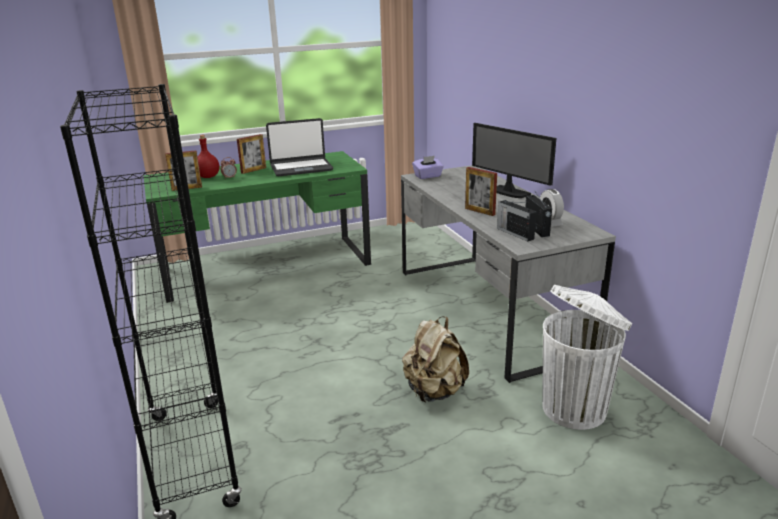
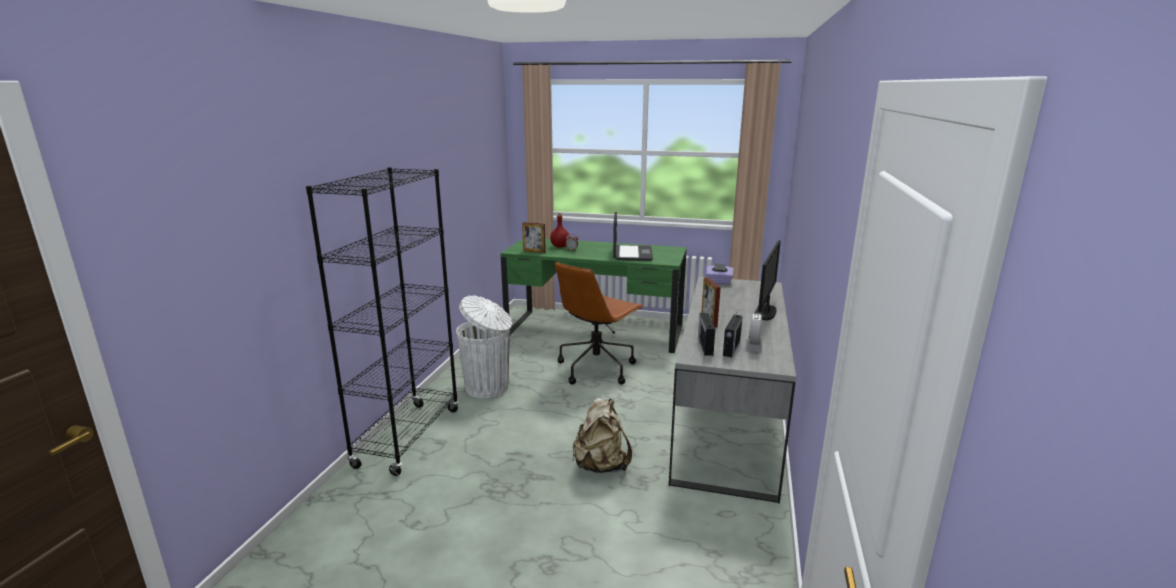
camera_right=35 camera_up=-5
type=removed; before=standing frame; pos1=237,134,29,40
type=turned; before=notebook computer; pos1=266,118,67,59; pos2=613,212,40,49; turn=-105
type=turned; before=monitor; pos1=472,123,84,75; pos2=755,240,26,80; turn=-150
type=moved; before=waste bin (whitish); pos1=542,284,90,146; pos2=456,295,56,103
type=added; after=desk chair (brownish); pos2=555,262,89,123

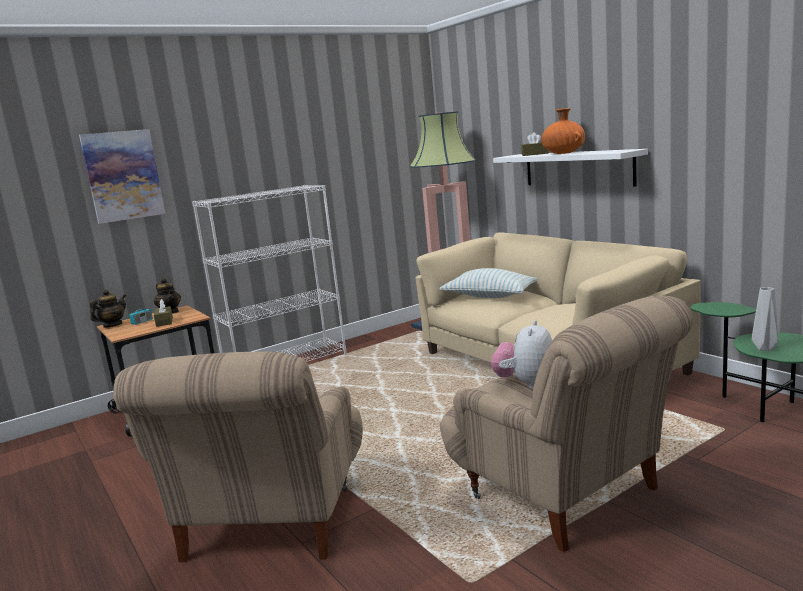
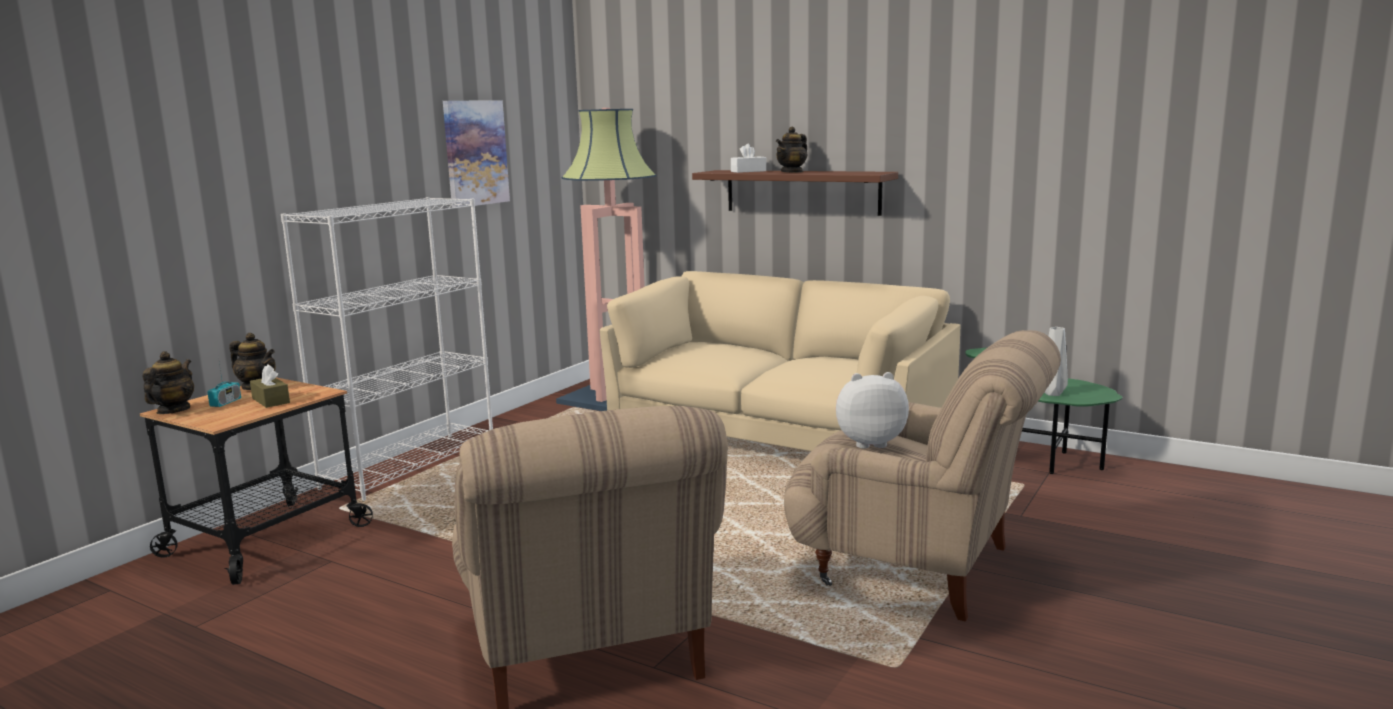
camera_right=-25 camera_up=0
type=moved; before=wall picture; pos1=79,129,86,95; pos2=443,101,67,107
type=removed; before=cushion; pos1=439,268,99,30
type=turned; before=plush toy; pos1=491,320,61,69; pos2=836,372,73,76; turn=90
type=recoloured; before=bracket shelf (whitish); after=bracket shelf (brownish); pos1=493,149,155,38; pos2=692,170,206,46
type=recoloured; before=box of tissues (brownish); after=box of tissues (whitish); pos1=521,132,28,24; pos2=731,144,35,29
type=replaced; before=flower vase (orangey); after=pot for tea; pos1=541,108,44,46; pos2=776,127,32,46

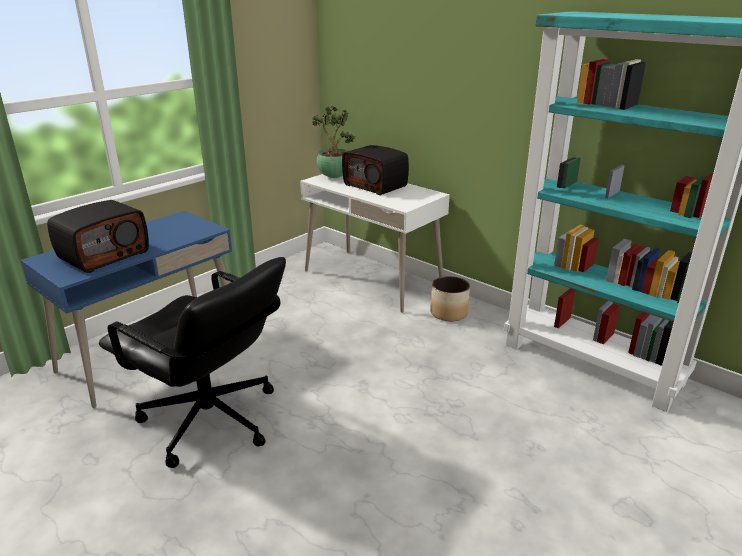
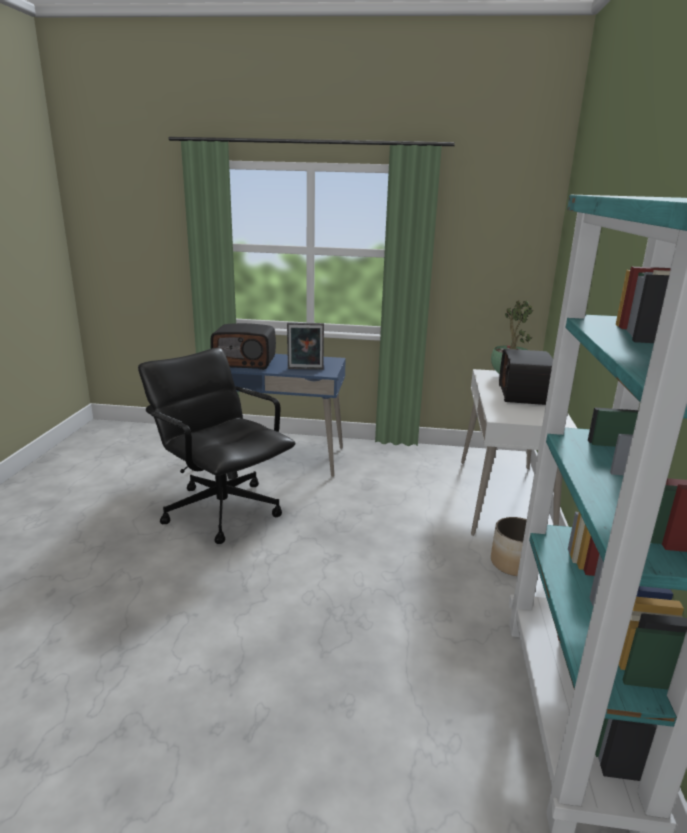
camera_right=55 camera_up=-5
type=turned; before=desk chair (blackish); pos1=99,257,187,211; pos2=138,348,158,196; turn=135
type=added; after=standing frame; pos2=287,322,37,48

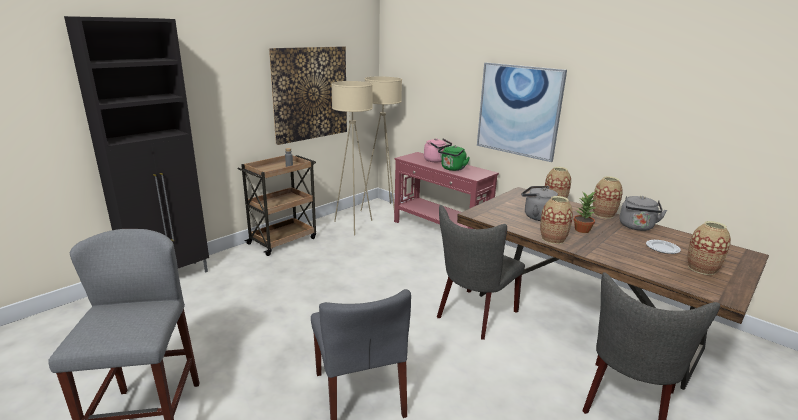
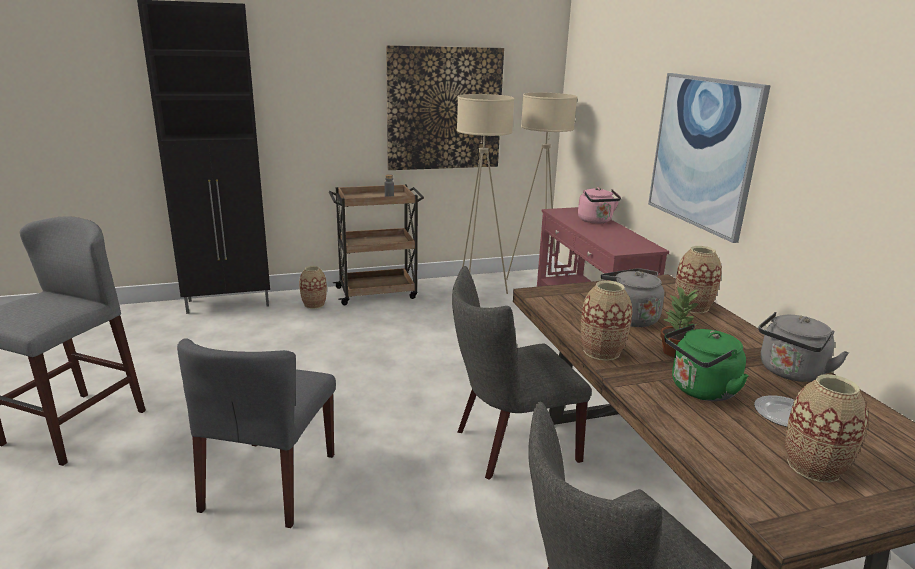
camera_right=30 camera_up=0
type=moved; before=water kettle (green); pos1=438,145,32,26; pos2=664,324,85,77
type=moved; before=flower vase; pos1=593,176,30,42; pos2=299,266,28,43

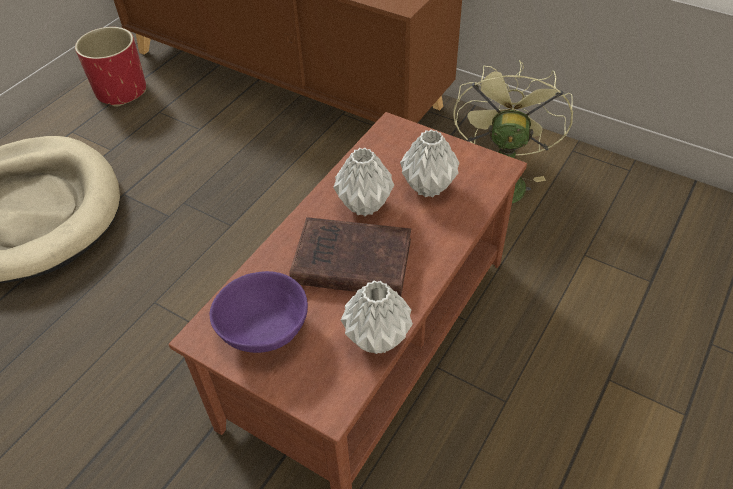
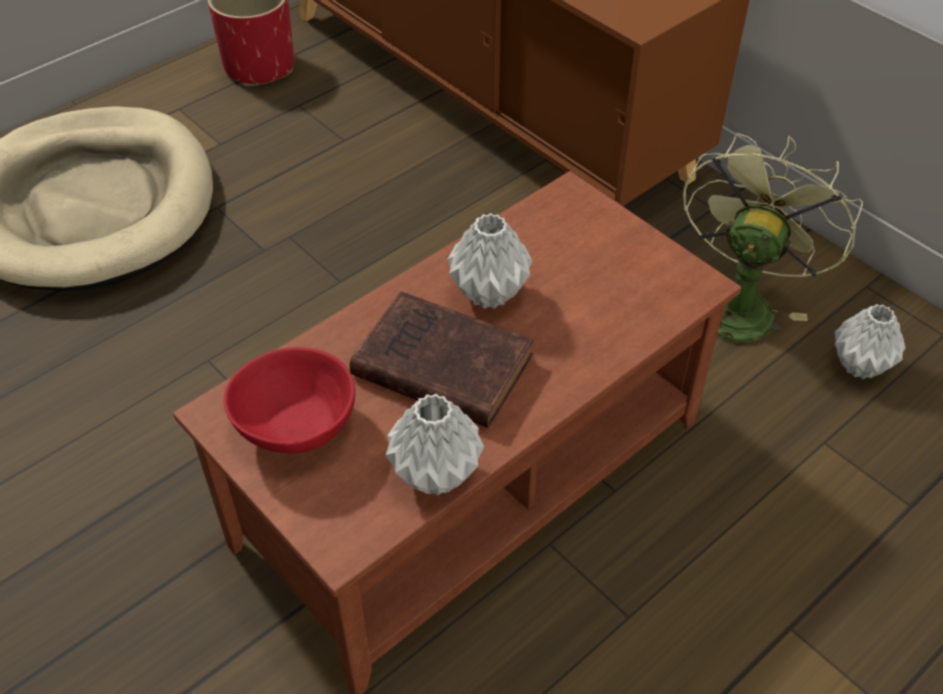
camera_right=15 camera_up=0
type=recoloured; before=deep dish (purple); after=deep dish (red-coloured); pos1=210,271,98,82; pos2=223,347,132,106
type=moved; before=flower vase (greyish); pos1=400,130,59,67; pos2=835,304,71,75

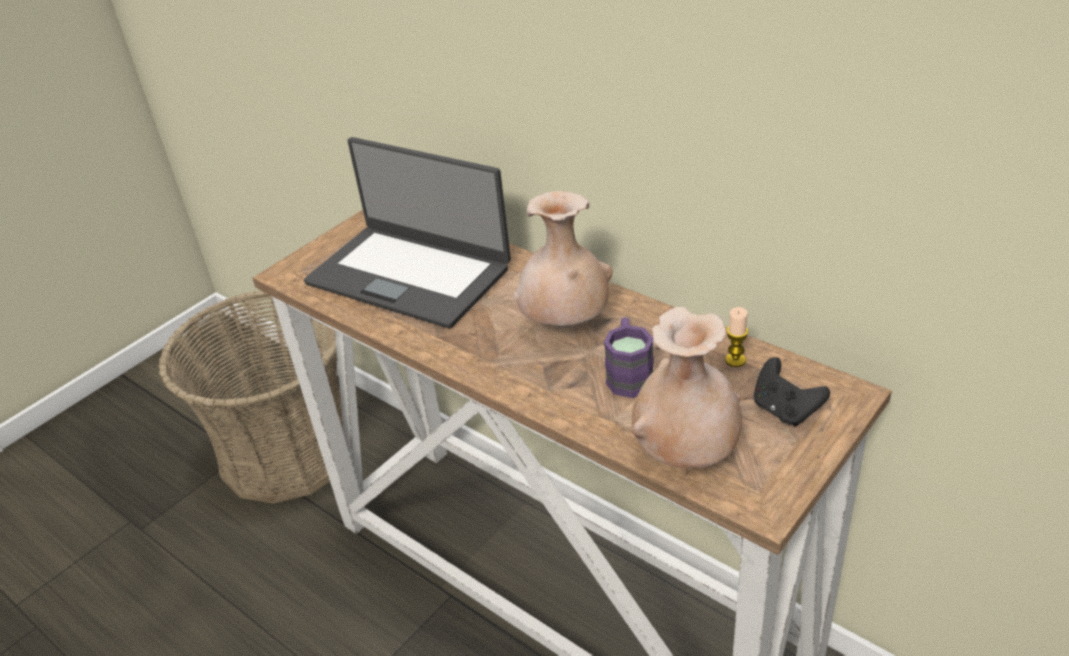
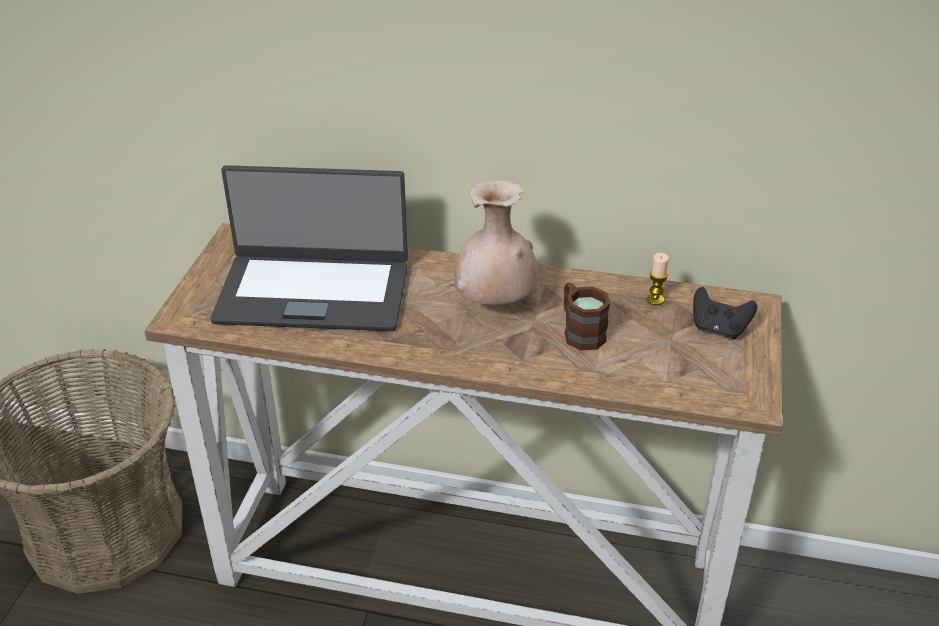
camera_right=-30 camera_up=0
type=recoloured; before=mug (purple); after=mug (brownish); pos1=604,318,50,80; pos2=564,282,46,69
type=removed; before=flower vase (sand-coloured); pos1=632,307,110,161

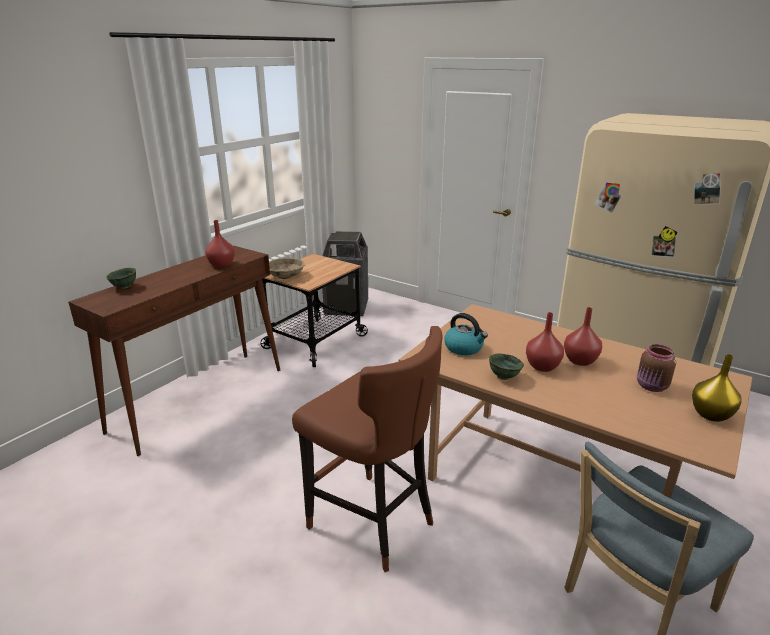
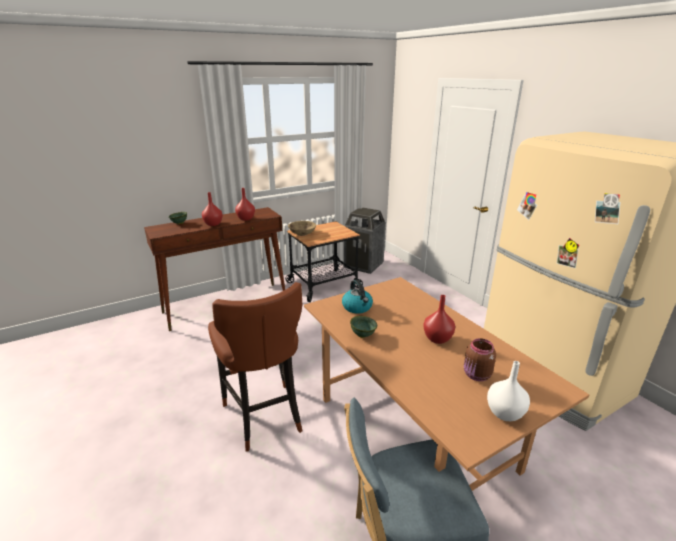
camera_right=25 camera_up=0
type=moved; before=flower vase (red-coloured); pos1=526,312,38,60; pos2=202,192,21,34
type=recoloured; before=flower vase (yellowish); after=flower vase (whitish); pos1=692,354,50,68; pos2=487,361,43,60

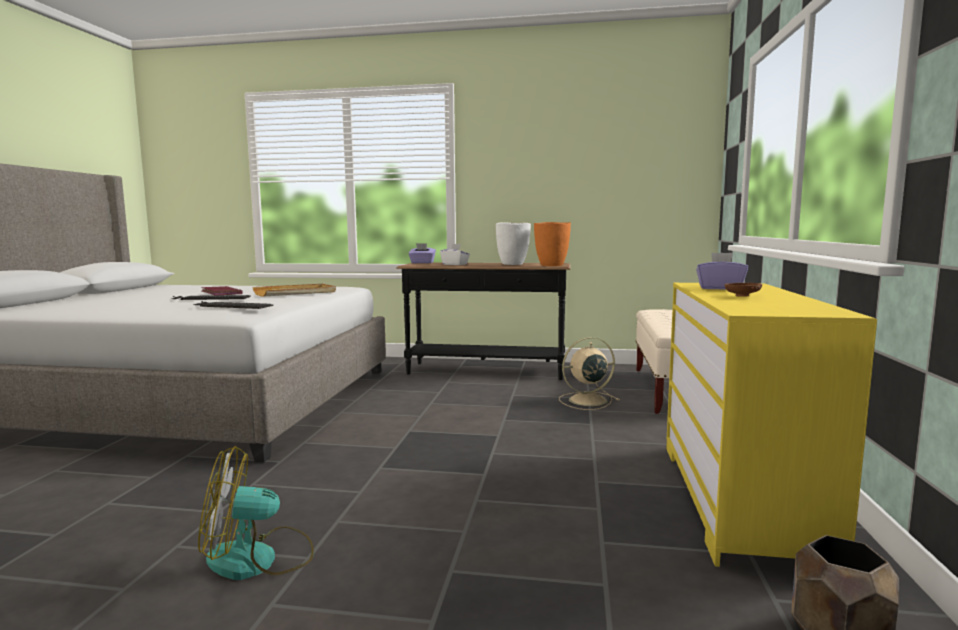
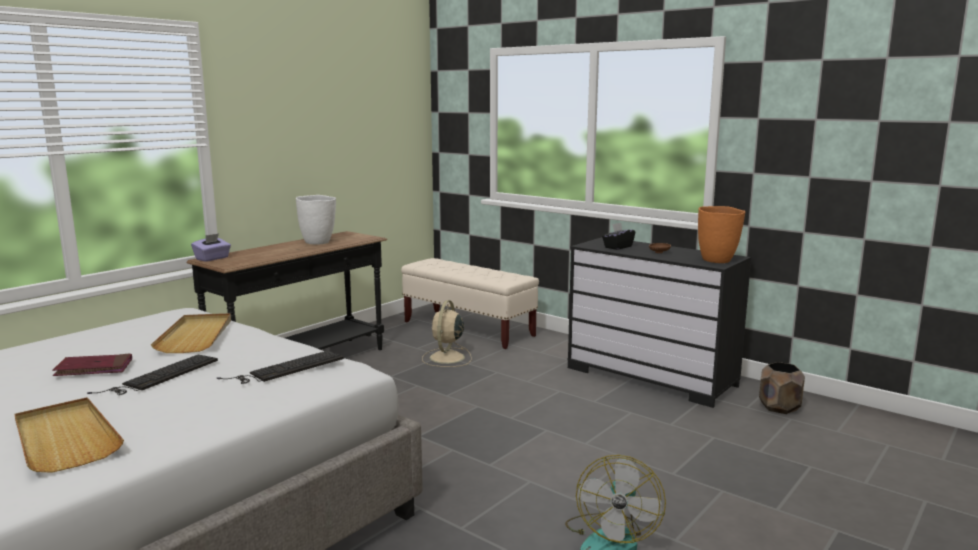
camera_right=-60 camera_up=5
type=removed; before=box of tissues (whitish); pos1=440,244,30,21
type=moved; before=flower vase (orangey); pos1=534,222,37,44; pos2=698,206,47,57
type=recoloured; before=chest of drawers (yellowish); after=chest of drawers (blackish); pos1=666,283,211,284; pos2=568,237,183,171
type=recoloured; before=box of tissues (purple); after=box of tissues (blackish); pos1=696,252,52,38; pos2=602,223,33,27
type=added; after=tray (sand-coloured); pos2=15,397,109,76

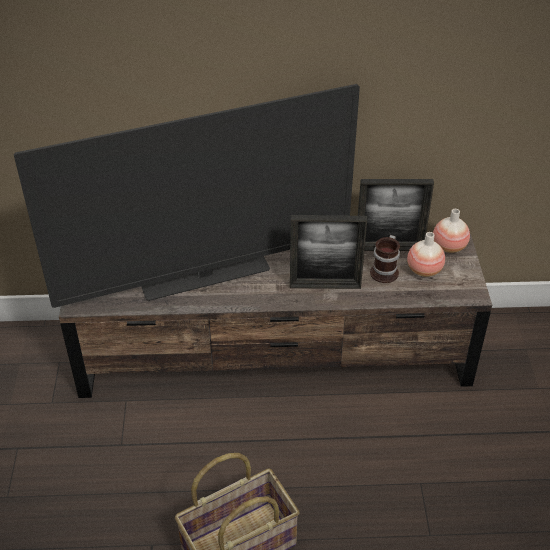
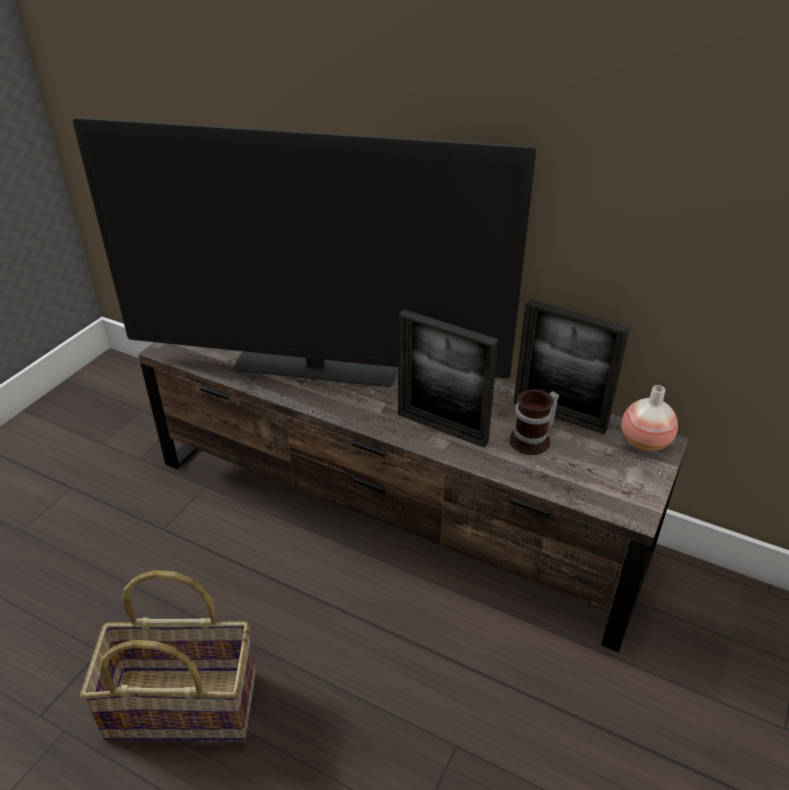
camera_right=30 camera_up=-5
type=removed; before=flower vase; pos1=407,232,38,45

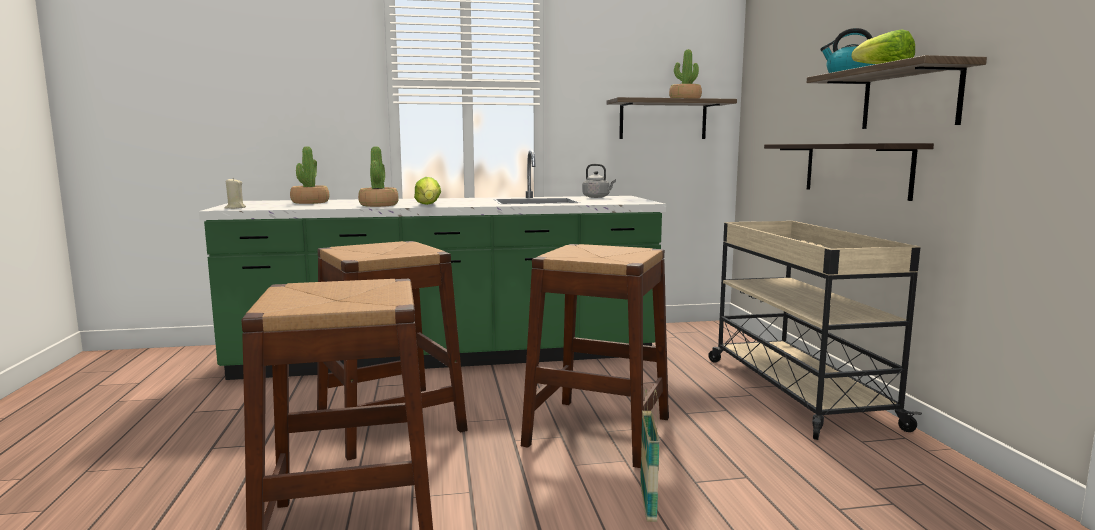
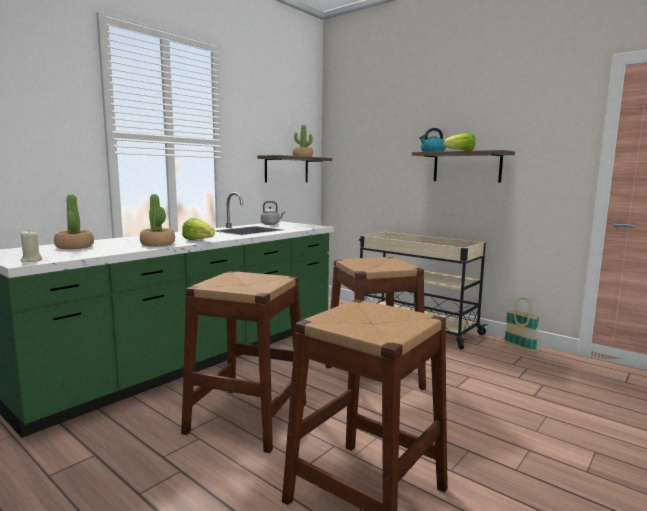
camera_right=-40 camera_up=0
type=moved; before=basket; pos1=640,389,20,133; pos2=504,298,36,54
type=removed; before=bracket shelf; pos1=764,143,170,58

